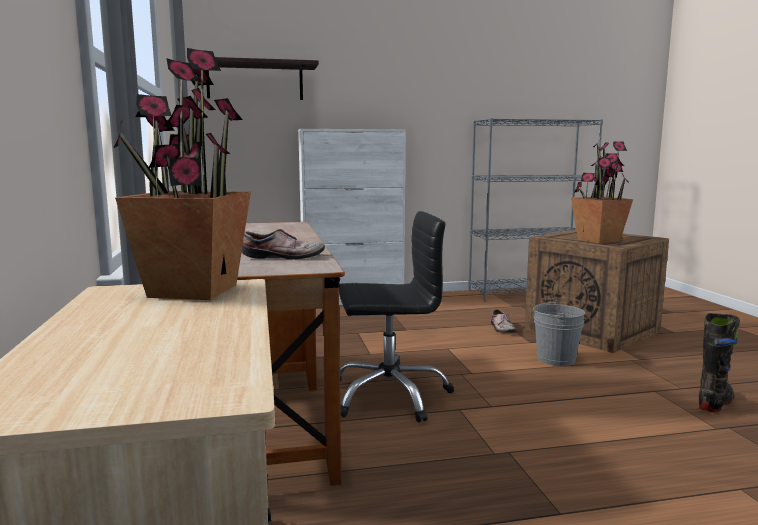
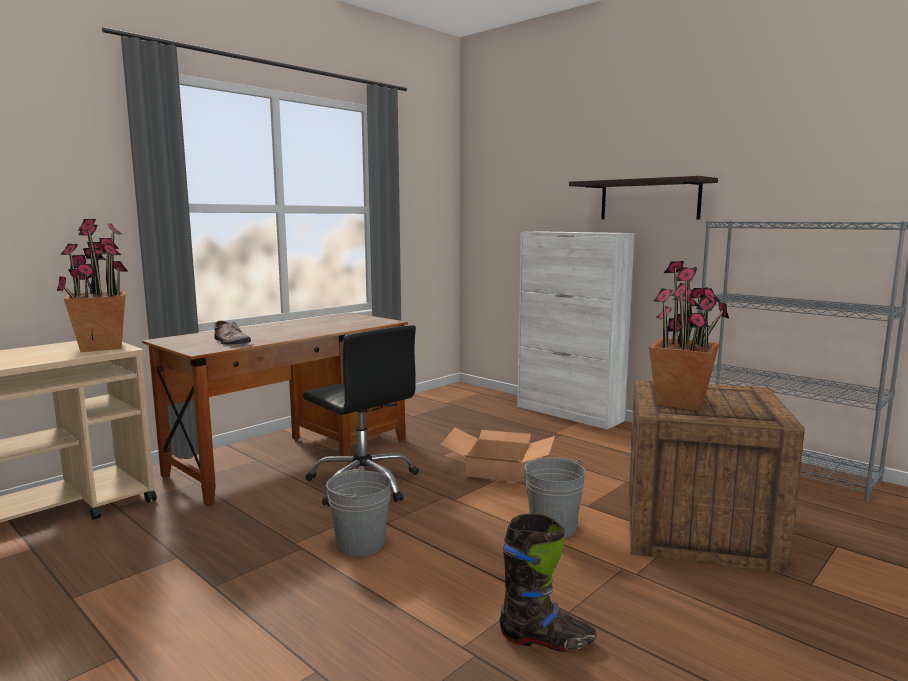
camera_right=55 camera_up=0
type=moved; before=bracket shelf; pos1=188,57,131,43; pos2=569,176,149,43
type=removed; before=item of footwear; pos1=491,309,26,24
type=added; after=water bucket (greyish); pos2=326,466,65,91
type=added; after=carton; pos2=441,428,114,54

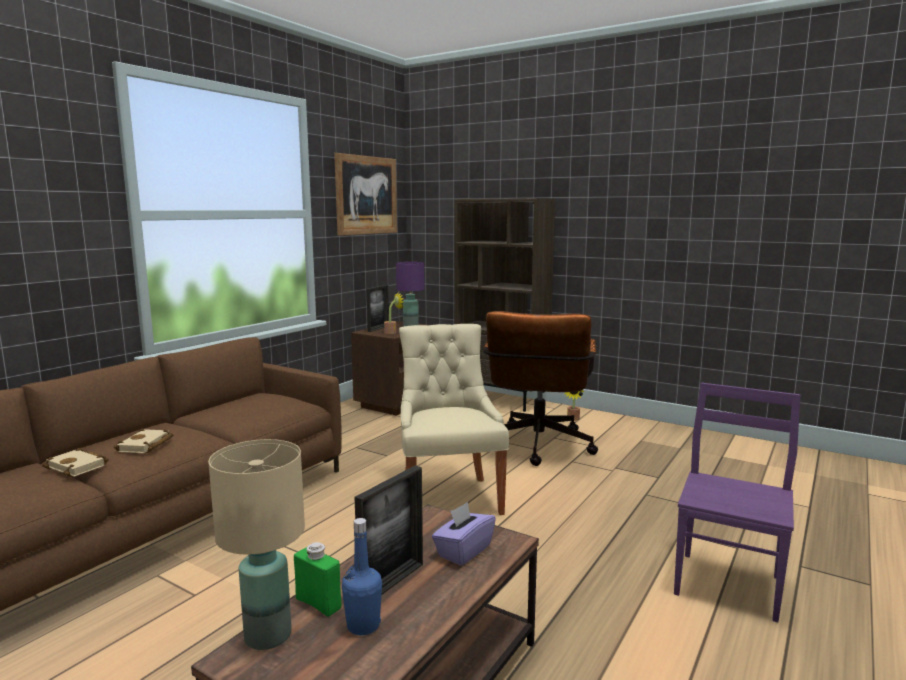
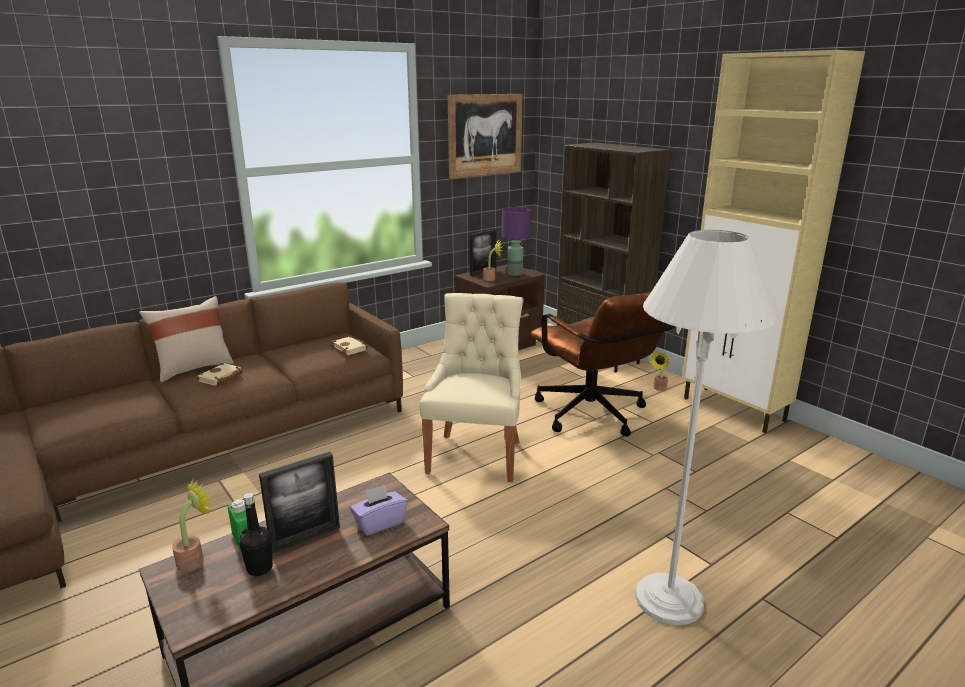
camera_right=20 camera_up=10
type=moved; before=volume (sand-coloured); pos1=42,448,67,29; pos2=330,336,39,19
type=replaced; before=lamp for a table (sand-coloured); after=potted plant; pos1=208,439,97,211; pos2=172,479,41,93
type=recoloured; before=beverage bottle (bluish); after=beverage bottle (blackish); pos1=342,518,40,117; pos2=239,493,34,83
type=turned; before=desk chair (brownish); pos1=483,311,115,155; pos2=531,291,144,146; turn=-60
type=replaced; before=plain chair (purple); after=standing lamp (whitish); pos1=674,383,127,240; pos2=635,230,143,395
type=added; after=cushion (sand-coloured); pos2=139,296,95,86
type=added; after=cupboard (sand-coloured); pos2=682,50,183,383

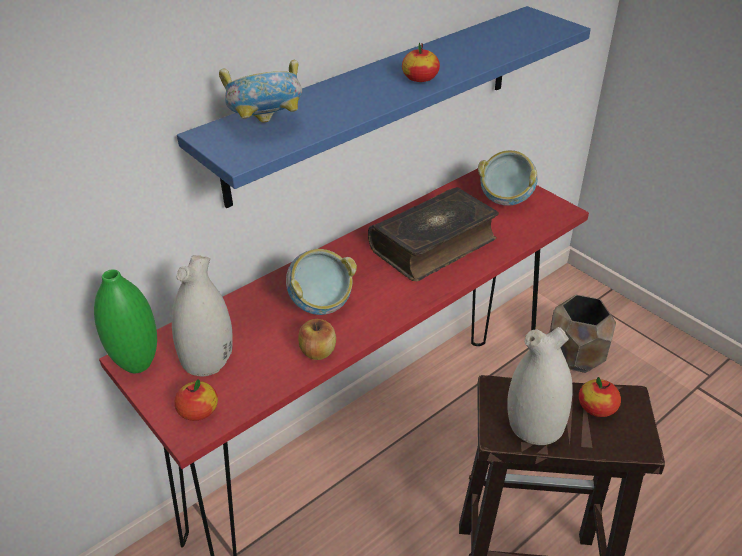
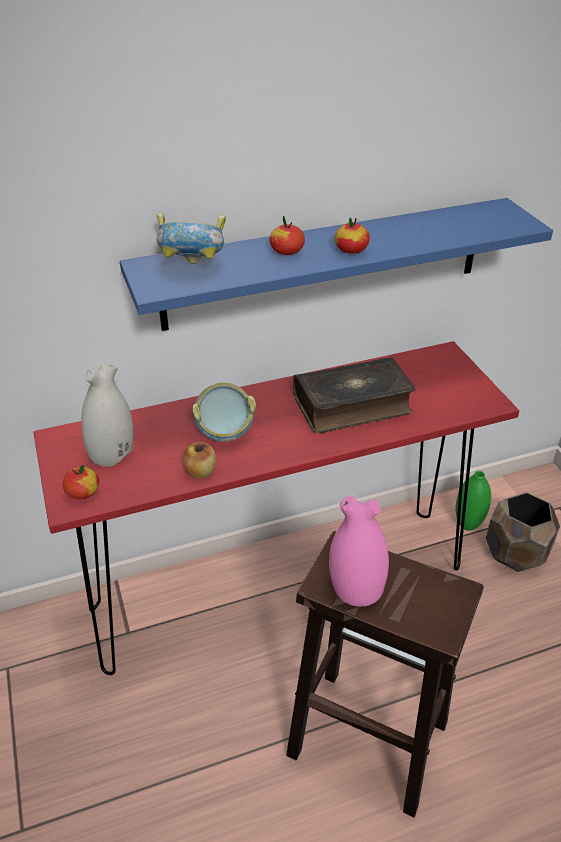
camera_right=20 camera_up=0
type=moved; before=flower vase (green); pos1=94,269,63,104; pos2=456,471,35,60
type=removed; before=deep dish; pos1=478,150,60,55
type=recoloured; before=flower vase (whitish); after=flower vase (pinkish); pos1=507,327,66,118; pos2=329,496,60,111
type=moved; before=whole apple; pos1=579,377,42,40; pos2=270,215,35,40

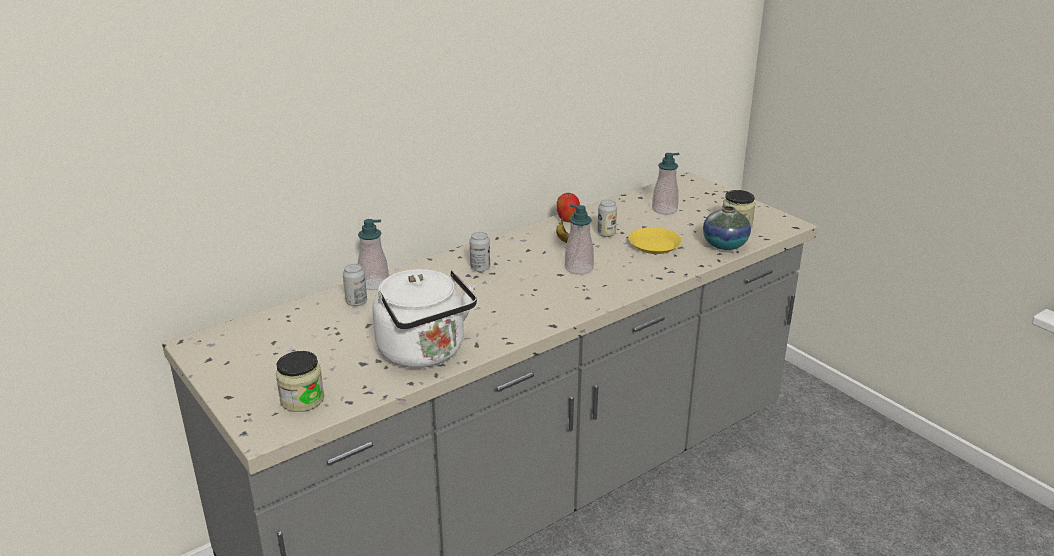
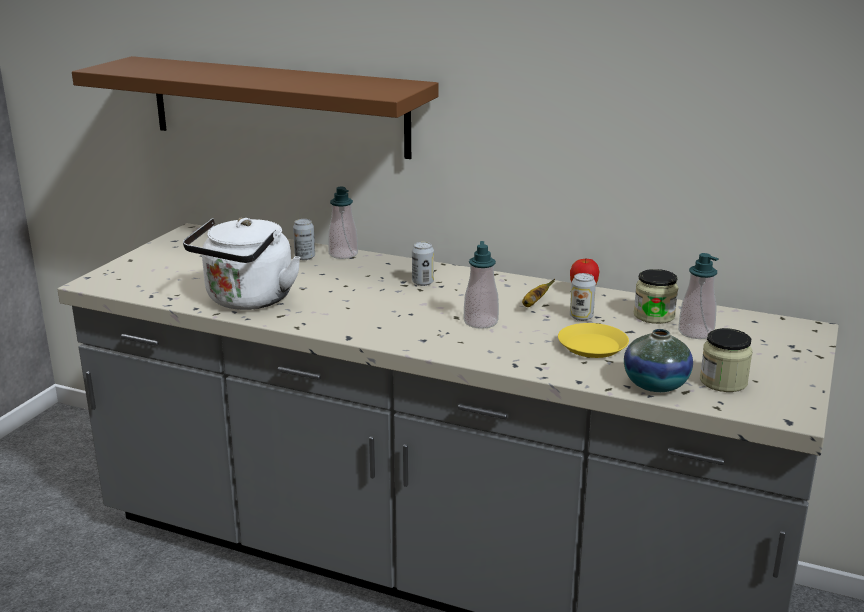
camera_right=60 camera_up=-5
type=moved; before=jar; pos1=275,351,49,61; pos2=634,269,44,55
type=added; after=bracket shelf (brownish); pos2=72,56,366,103

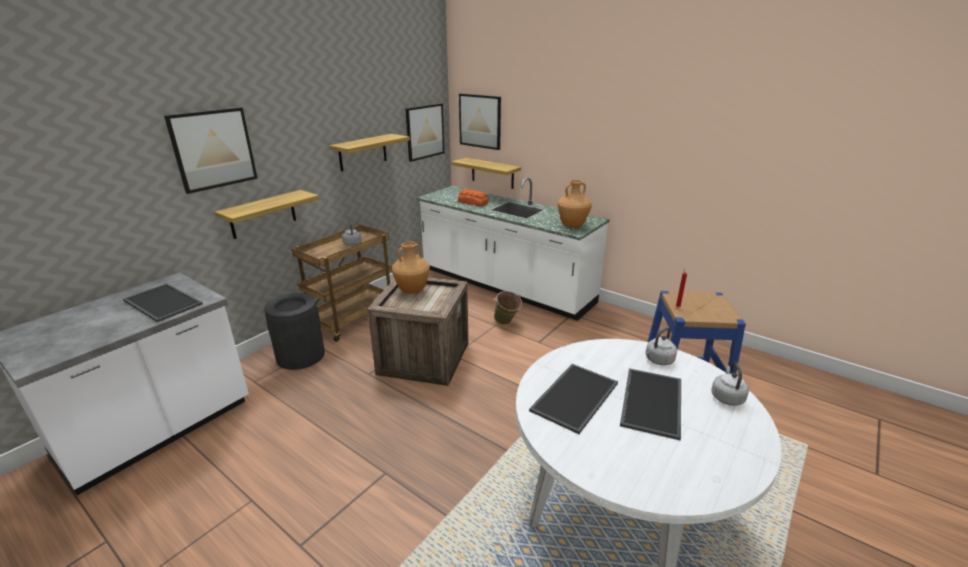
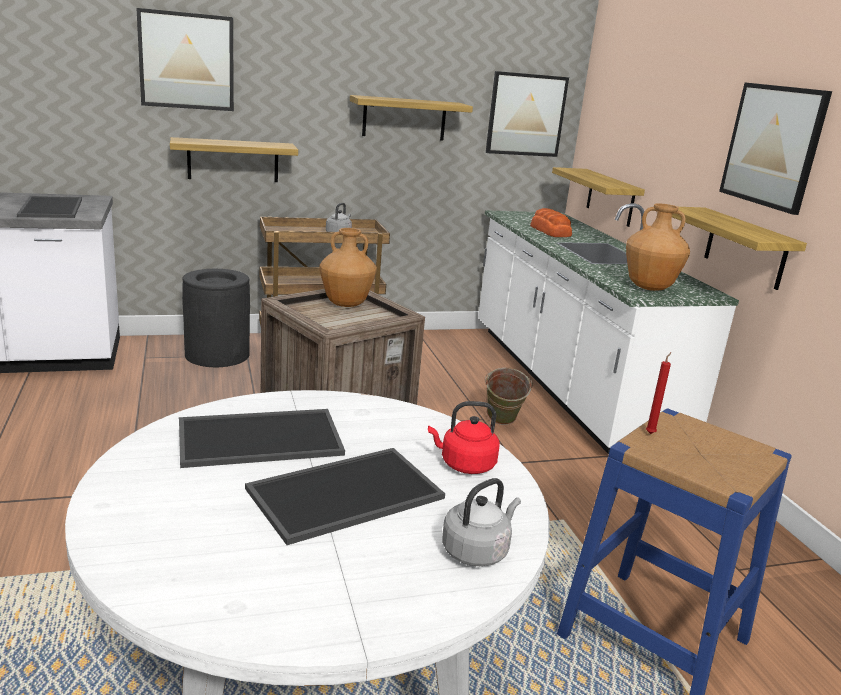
camera_right=35 camera_up=-5
type=moved; before=wall picture; pos1=459,94,42,56; pos2=719,83,113,132
type=recoloured; before=water kettle (greyish); after=water kettle (red-coloured); pos1=646,327,31,38; pos2=428,401,72,73
type=added; after=bracket shelf; pos2=672,207,135,83

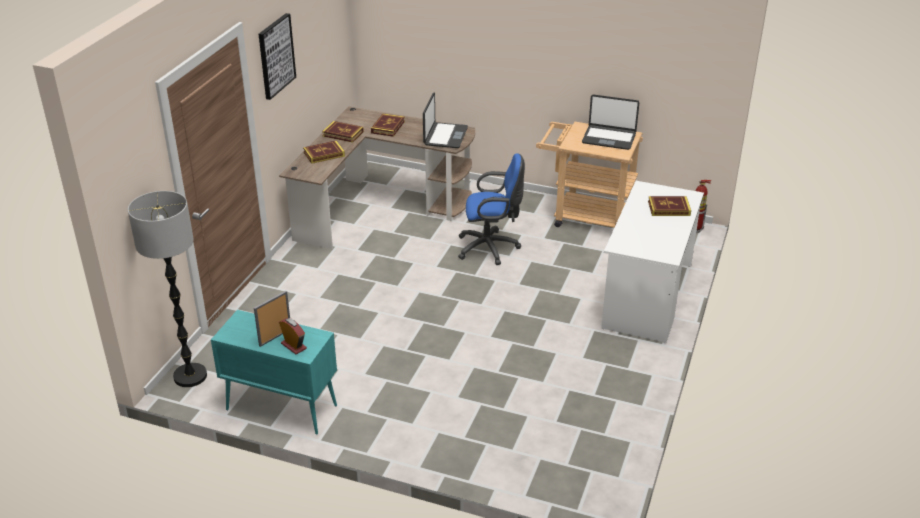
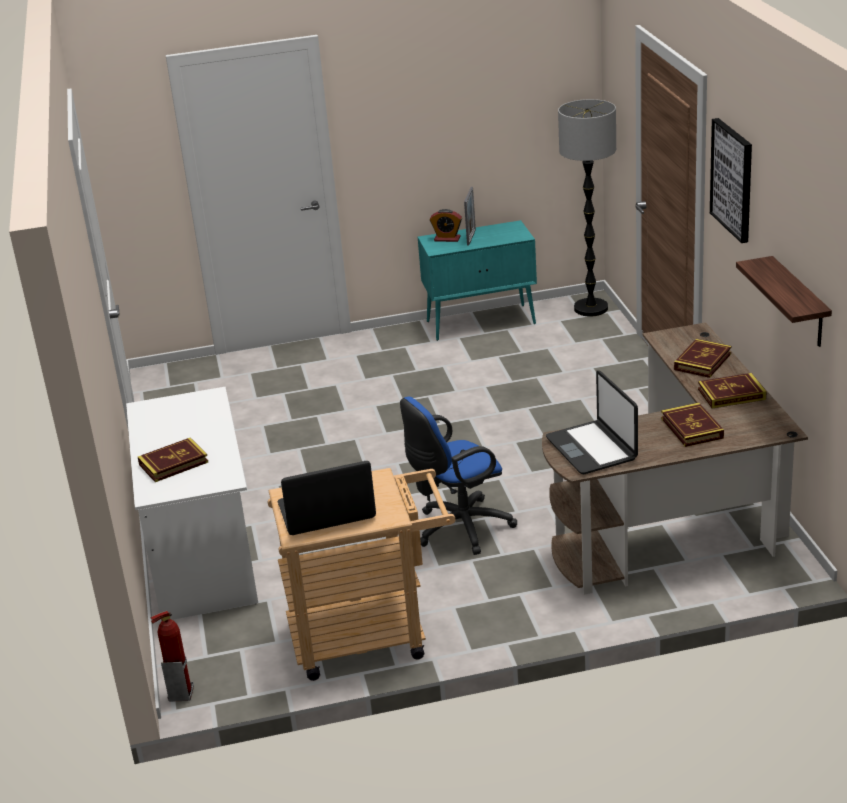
camera_right=150 camera_up=-5
type=added; after=bracket shelf; pos2=736,256,96,91

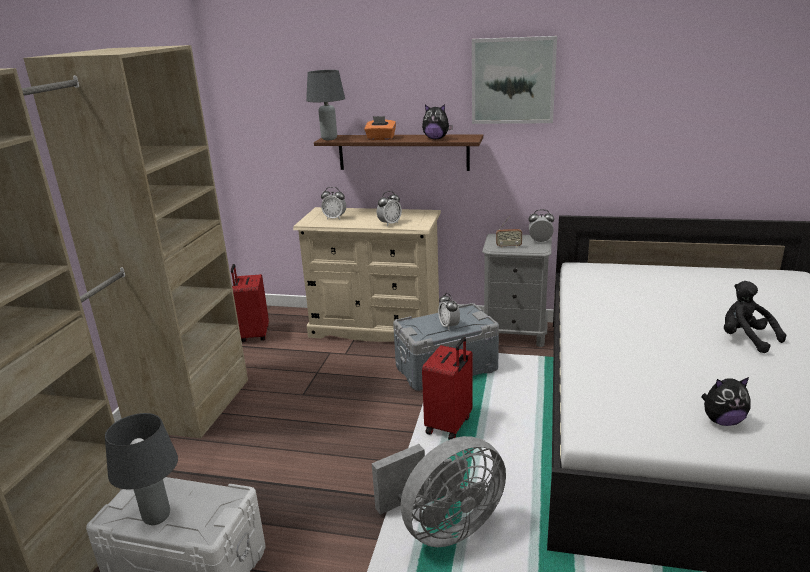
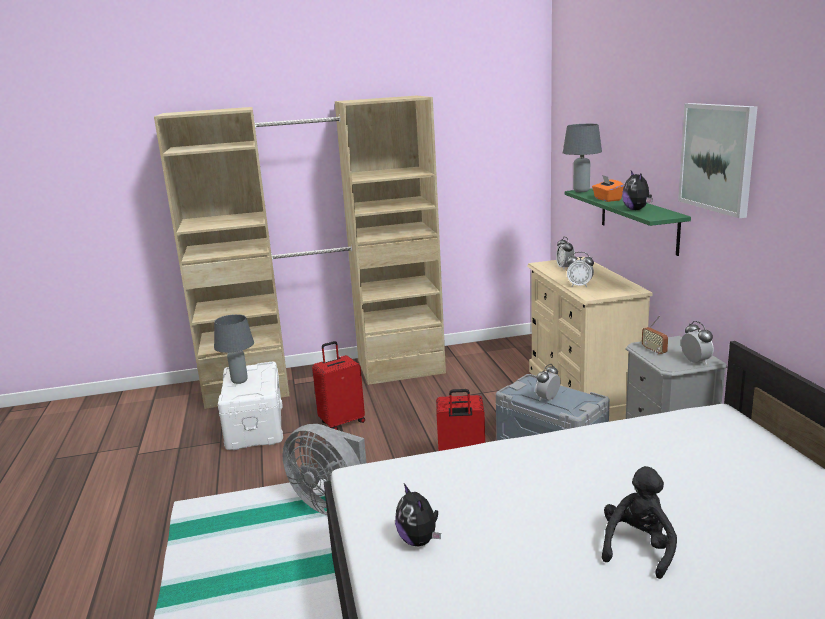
camera_right=65 camera_up=-5
type=moved; before=suitcase (red-coloured); pos1=231,264,38,78; pos2=312,341,53,89
type=recoloured; before=bracket shelf (brownish); after=bracket shelf (green); pos1=314,135,169,36; pos2=565,188,126,68

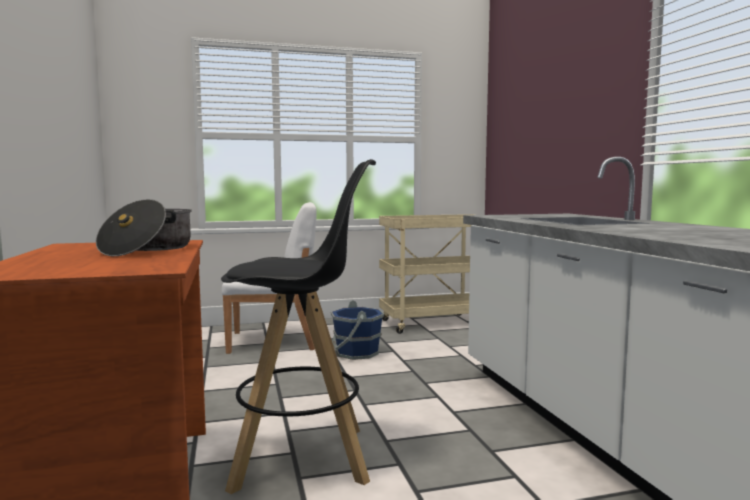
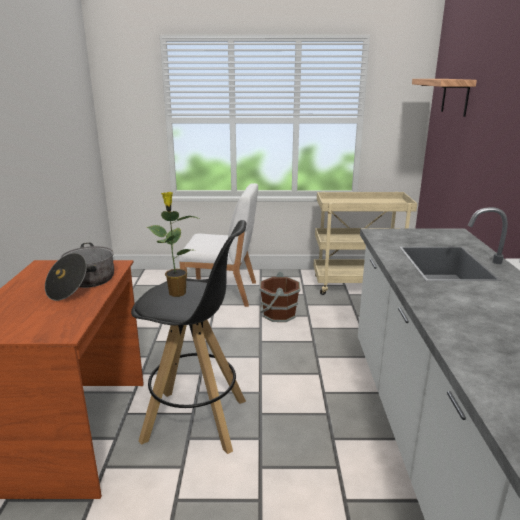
camera_right=15 camera_up=15
type=recoloured; before=water bucket (bluish); after=water bucket (brownish); pos1=331,300,53,60; pos2=259,272,41,50
type=added; after=potted plant; pos2=147,192,52,105
type=added; after=bracket shelf; pos2=412,79,65,38

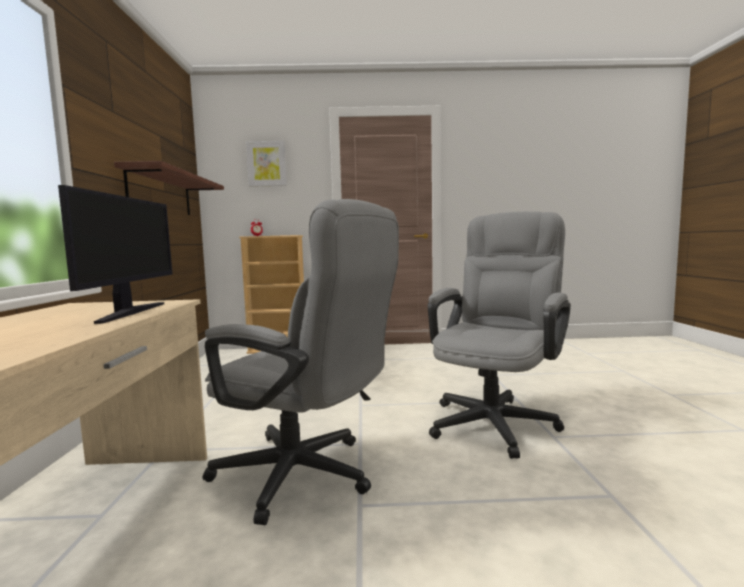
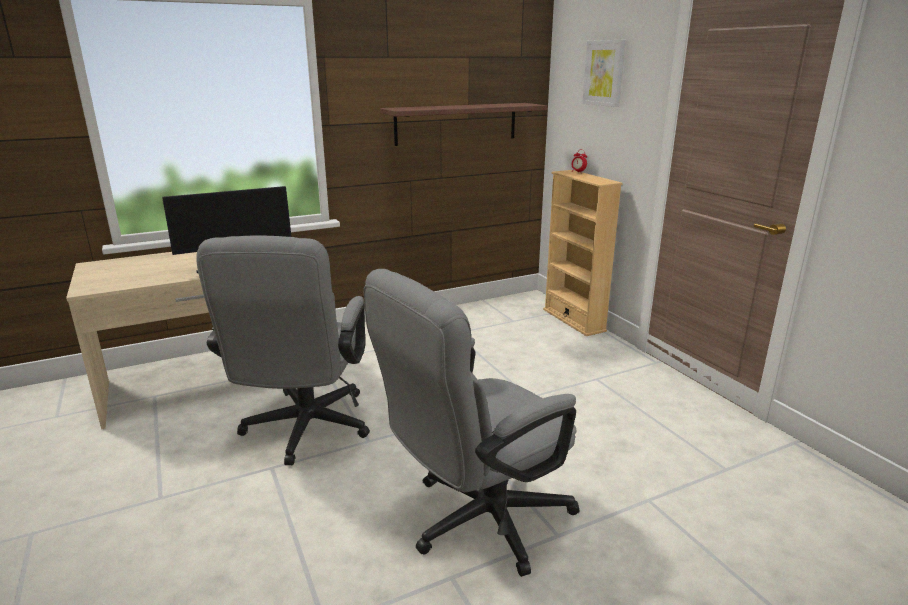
camera_right=65 camera_up=15
type=turned; before=desk chair (greyish); pos1=428,211,143,248; pos2=364,269,216,308; turn=135

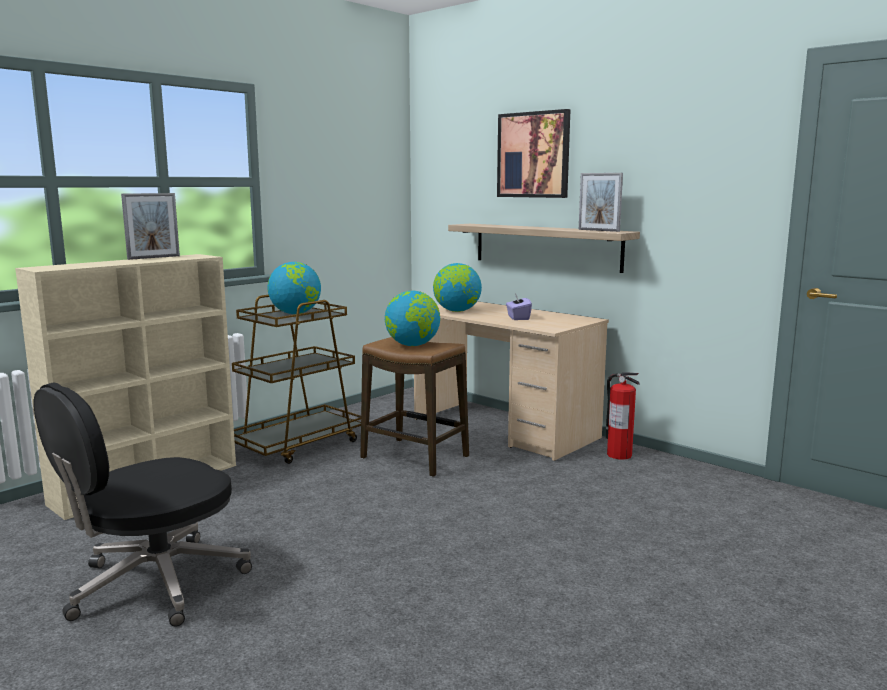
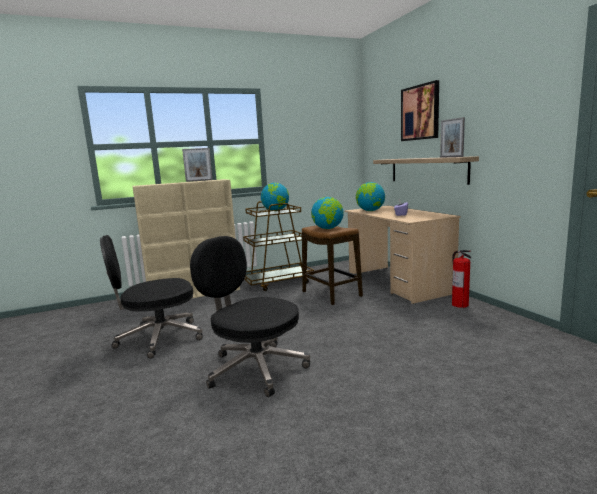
camera_right=25 camera_up=0
type=added; after=desk chair (blackish); pos2=190,236,120,161

